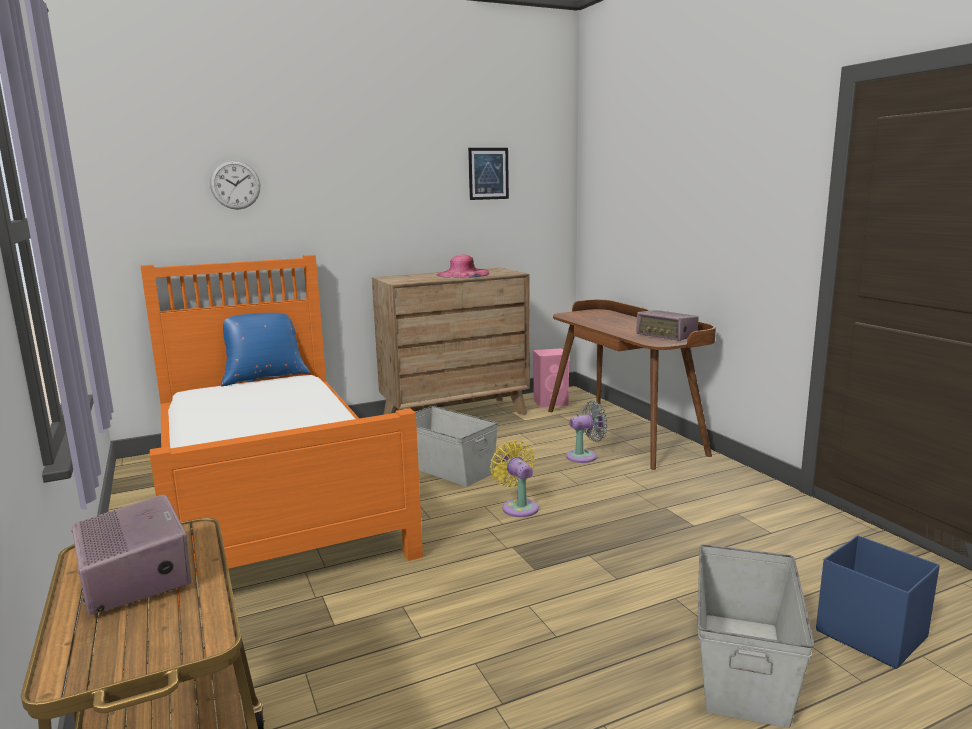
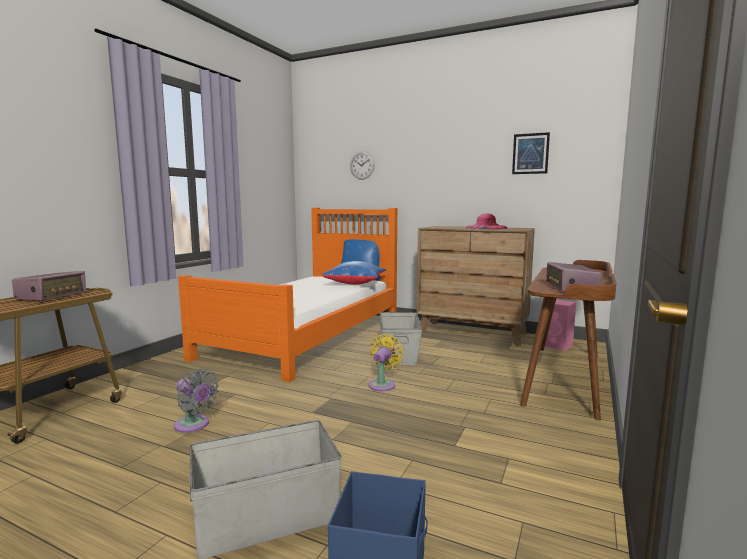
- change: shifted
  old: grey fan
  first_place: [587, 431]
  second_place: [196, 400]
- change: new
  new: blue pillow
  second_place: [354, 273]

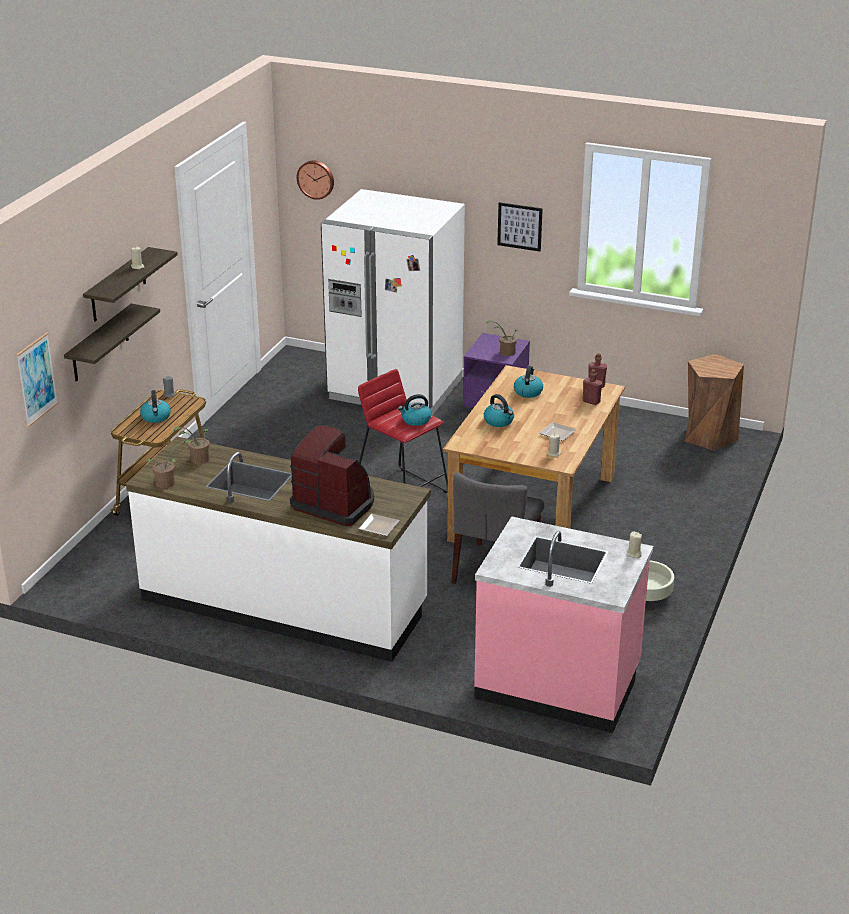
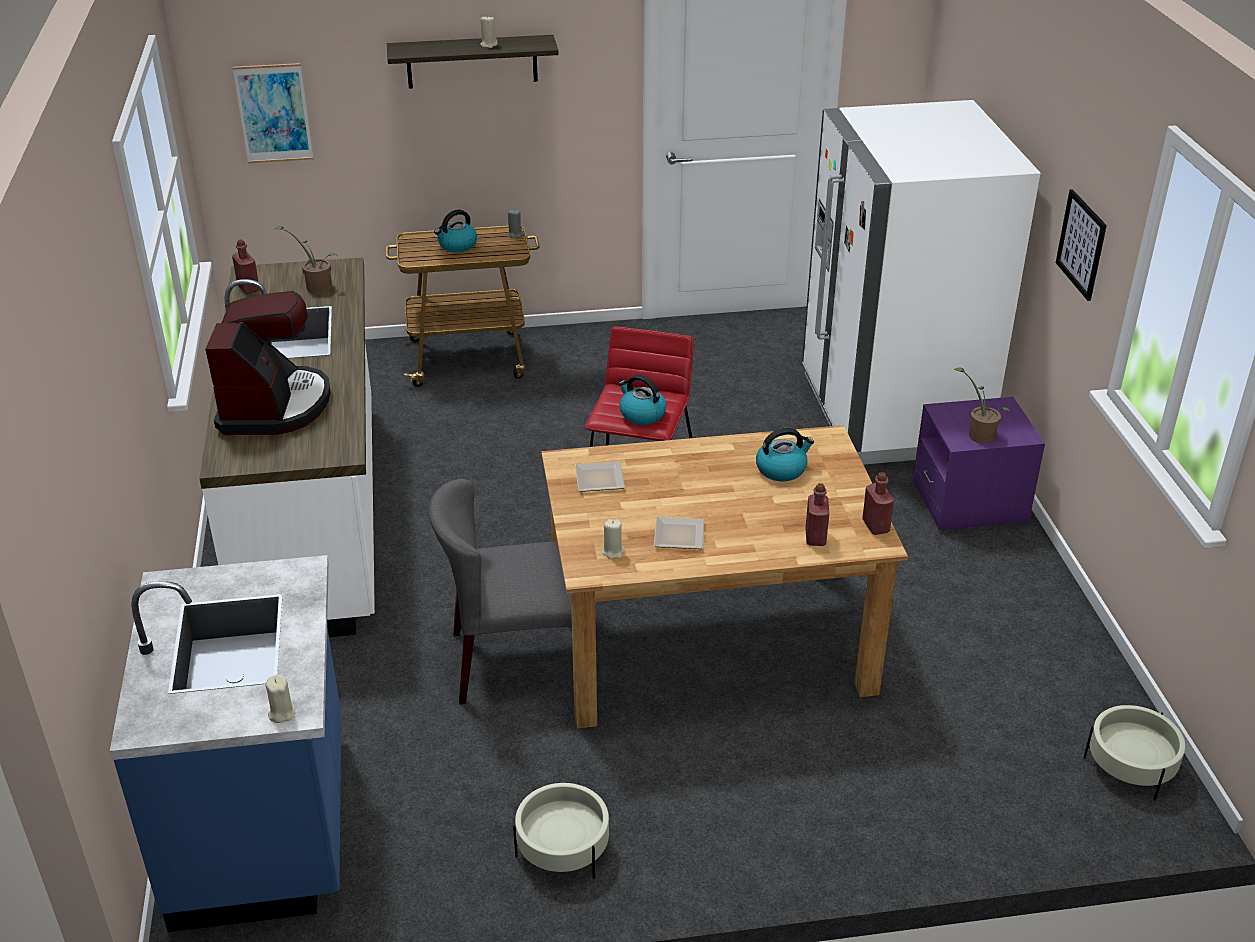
- change: gone
  old: shelf
  first_place: [112, 343]
- change: swapped
  old: houseplant
  new: reddish bottle
  first_place: [169, 464]
  second_place: [245, 267]
- change: gone
  old: clock on the wall
  first_place: [315, 180]
- change: shifted
  old: plate
  first_place: [379, 525]
  second_place: [600, 476]
- change: repainted
  old: pinkish counter
  new: blue counter
  first_place: [563, 624]
  second_place: [225, 743]
- change: gone
  old: tea kettle
  first_place: [499, 410]
- change: swapped
  old: brownish stool
  new: sand-coloured plant pot
  first_place: [714, 402]
  second_place: [1134, 753]

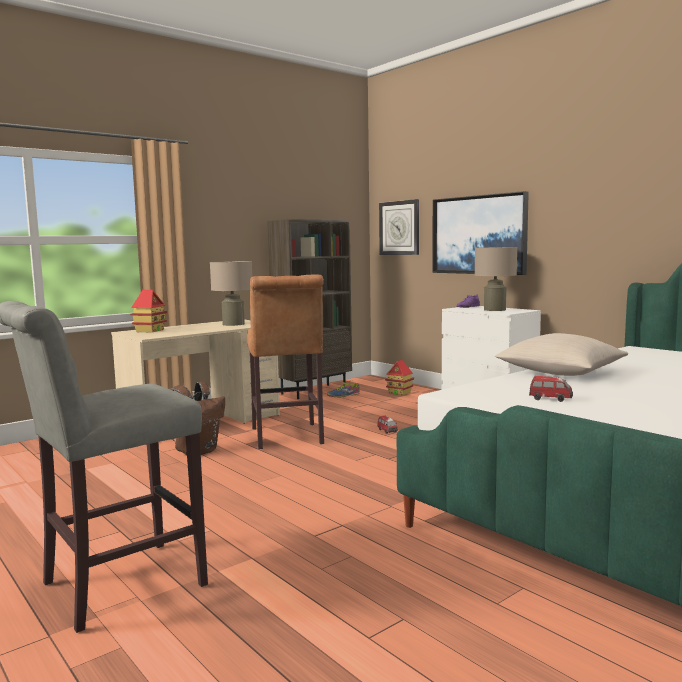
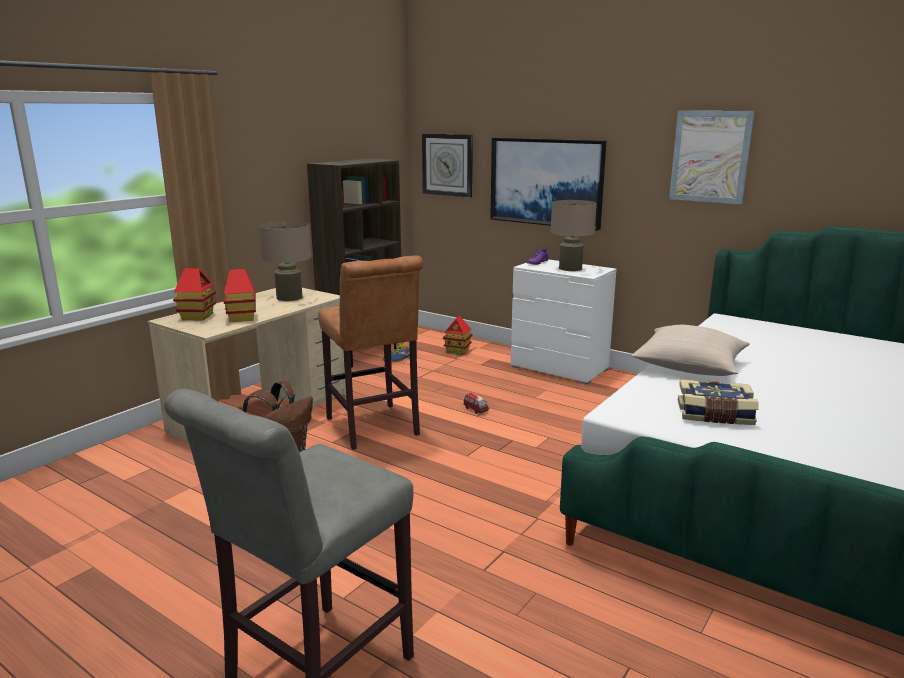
- change: swapped
  old: model car
  new: book
  first_place: [551, 389]
  second_place: [718, 402]
- change: new
  new: model house
  second_place: [240, 295]
- change: new
  new: picture
  second_place: [711, 157]

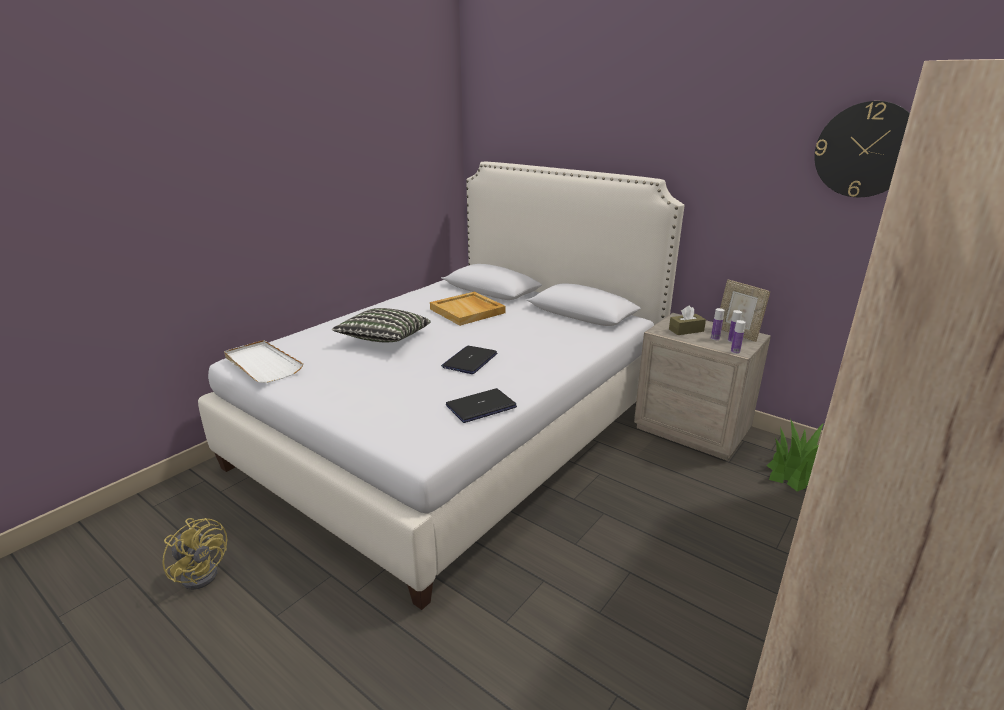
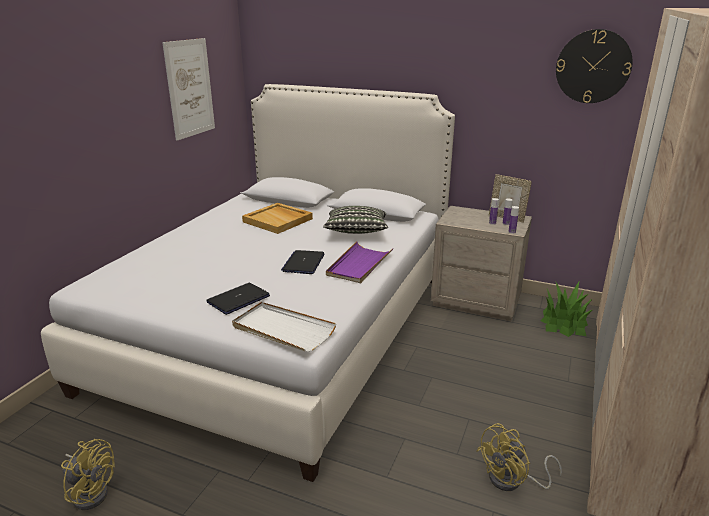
- change: shifted
  old: whitish carrying tray
  first_place: [263, 361]
  second_place: [284, 327]
- change: shifted
  old: pillow
  first_place: [381, 325]
  second_place: [355, 220]
- change: shifted
  old: laptop
  first_place: [481, 405]
  second_place: [238, 299]
- change: gone
  old: brownish tissue box
  first_place: [687, 320]
- change: new
  new: picture
  second_place: [188, 89]
- change: new
  new: purple carrying tray
  second_place: [359, 262]
- change: new
  new: yellow fan
  second_place: [519, 457]

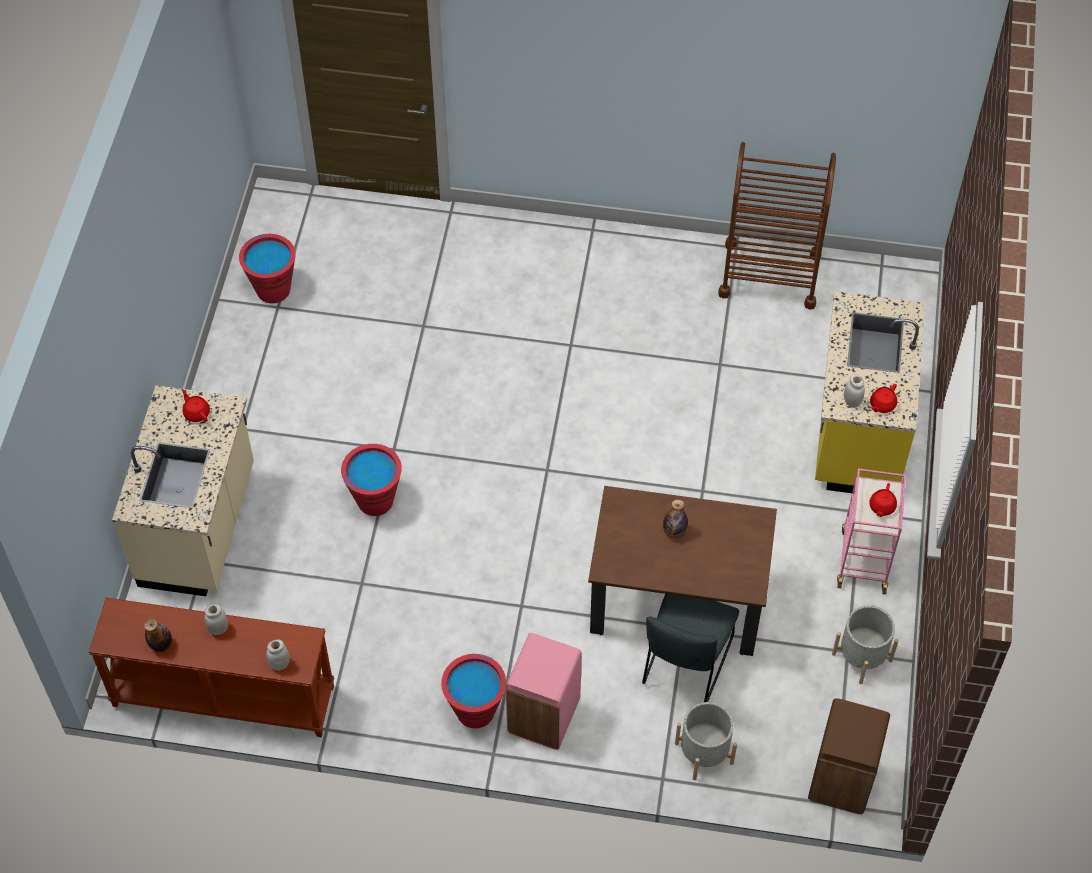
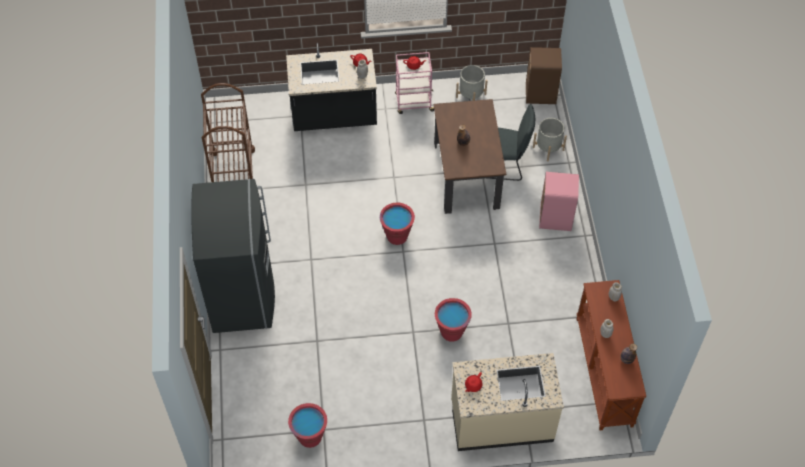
- change: shifted
  old: reddish pail
  first_place: [473, 691]
  second_place: [397, 224]
- change: repainted
  old: yellow counter
  new: blackish counter
  first_place: [870, 392]
  second_place: [331, 87]
- change: new
  new: grey kitchen fridge
  second_place: [233, 256]

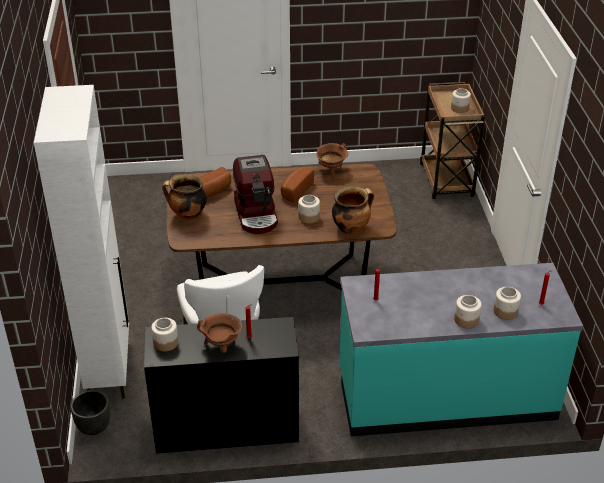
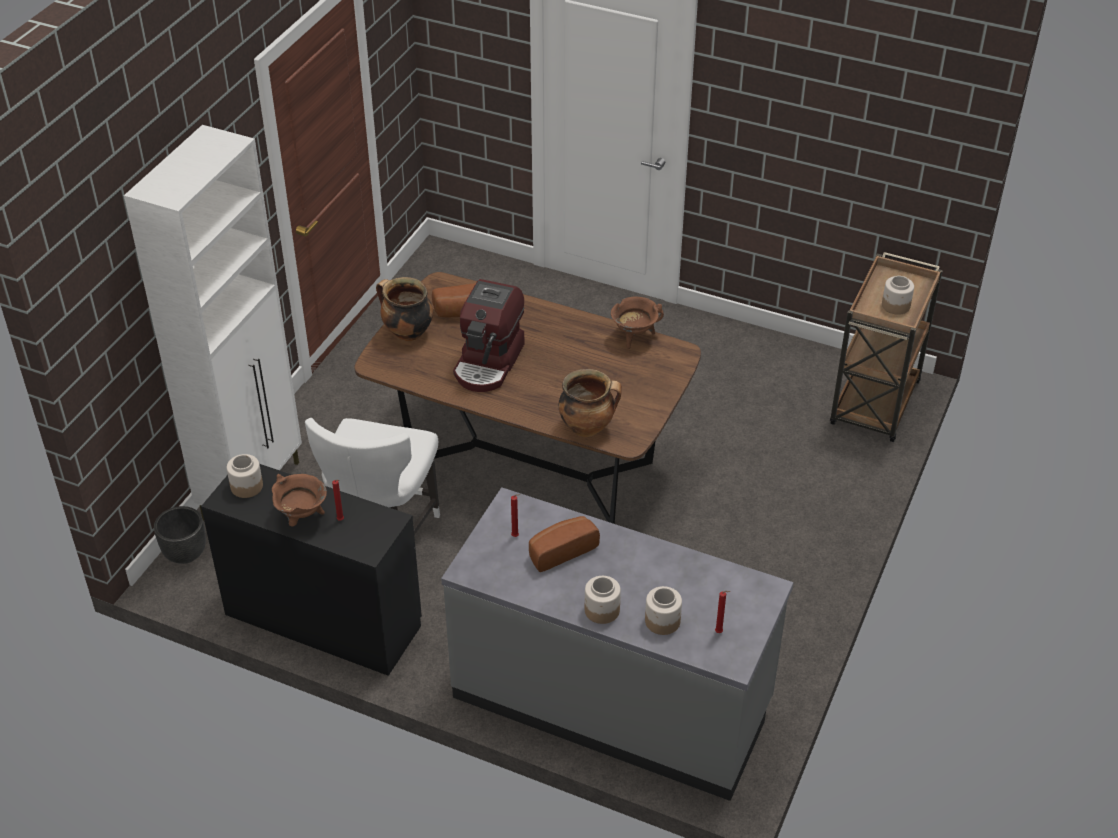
- change: shifted
  old: bakery bread
  first_place: [297, 185]
  second_place: [564, 544]
- change: gone
  old: jar
  first_place: [309, 209]
- change: repainted
  old: turquoise-coloured counter
  new: grey counter
  first_place: [461, 349]
  second_place: [617, 644]

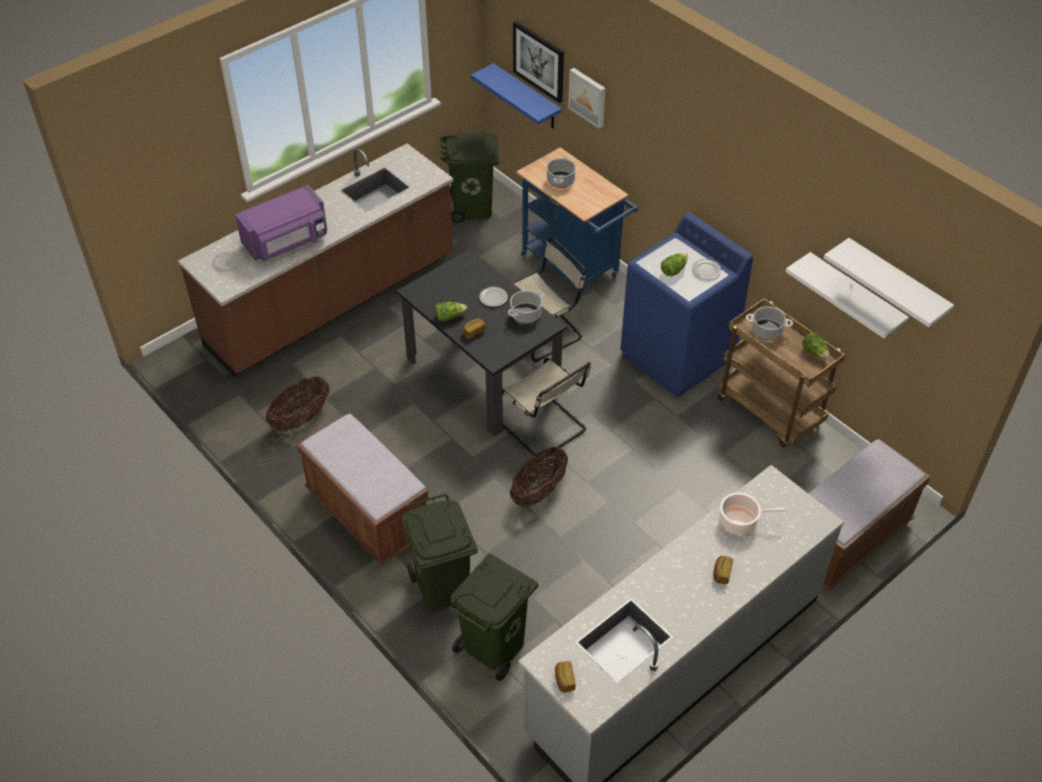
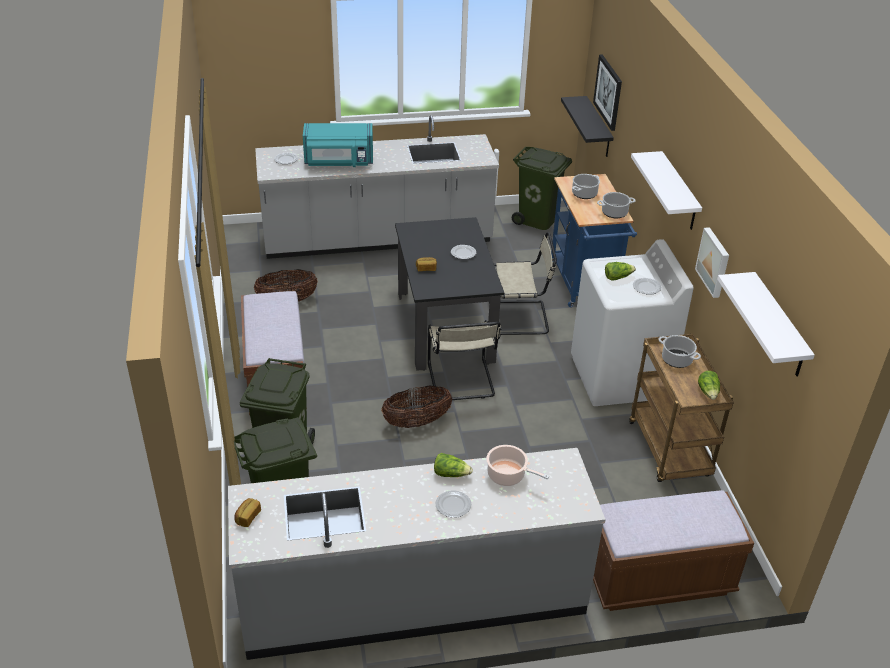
- change: repainted
  old: brownish counter
  new: grey counter
  first_place: [315, 260]
  second_place: [377, 187]
- change: repainted
  old: purple microwave
  new: turquoise-coloured microwave
  first_place: [281, 223]
  second_place: [338, 145]
- change: shifted
  old: lettuce head
  first_place: [451, 311]
  second_place: [453, 465]
- change: repainted
  old: blue shelf
  new: blackish shelf
  first_place: [516, 95]
  second_place: [587, 126]
- change: shifted
  old: stockpot
  first_place: [526, 307]
  second_place: [616, 205]
- change: shifted
  old: picture
  first_place: [587, 98]
  second_place: [712, 262]
- change: repainted
  old: blue washing machine
  new: whitish washing machine
  first_place: [687, 304]
  second_place: [632, 322]
- change: swapped
  old: bakery bread
  new: plate
  first_place: [723, 570]
  second_place: [453, 504]
- change: shifted
  old: whitish shelf
  first_place: [847, 295]
  second_place: [666, 190]

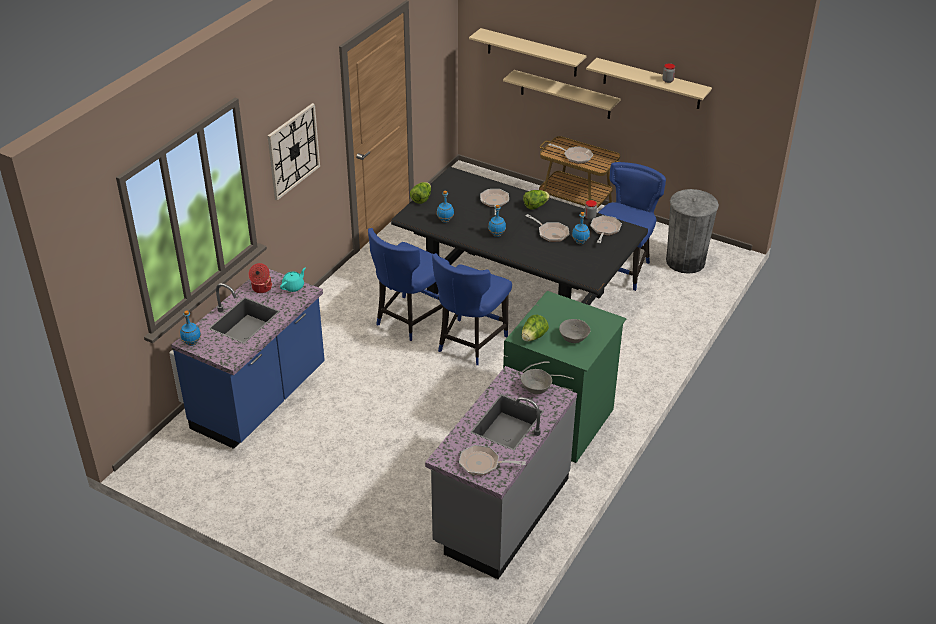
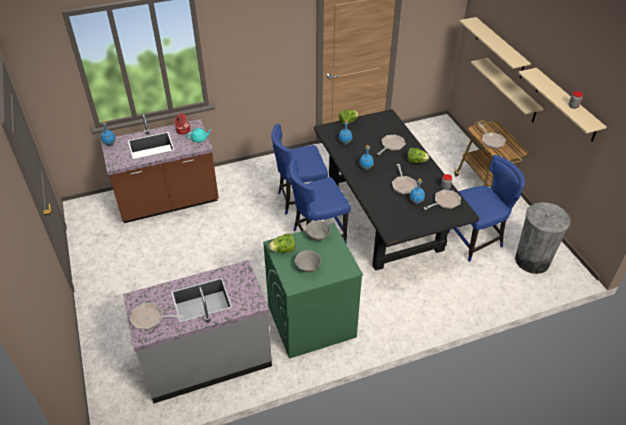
- change: repainted
  old: blue counter
  new: brownish counter
  first_place: [248, 359]
  second_place: [160, 168]
- change: gone
  old: clock on the wall
  first_place: [294, 151]
- change: rotated
  old: frying pan
  first_place: [492, 460]
  second_place: [156, 316]
  degrees: -45
- change: shifted
  old: grey bowl
  first_place: [536, 381]
  second_place: [318, 231]

